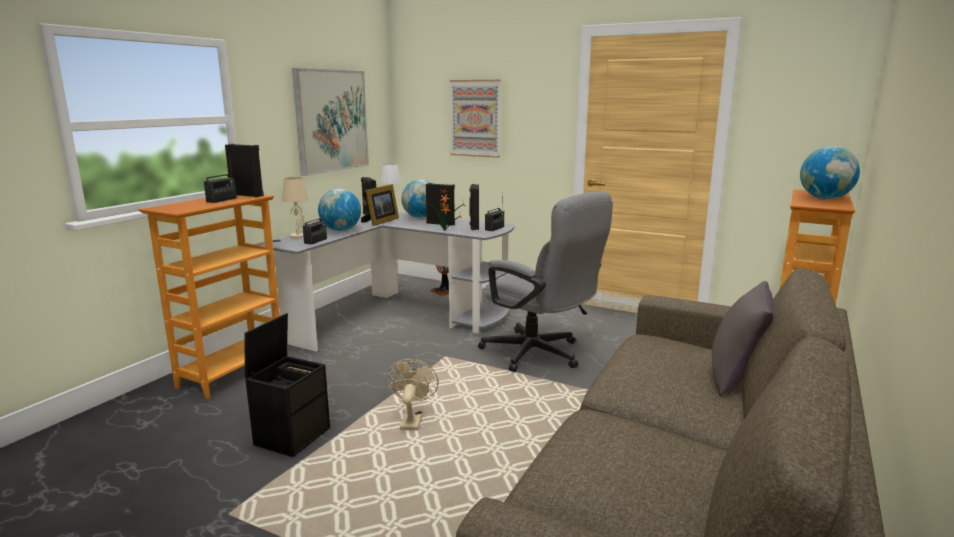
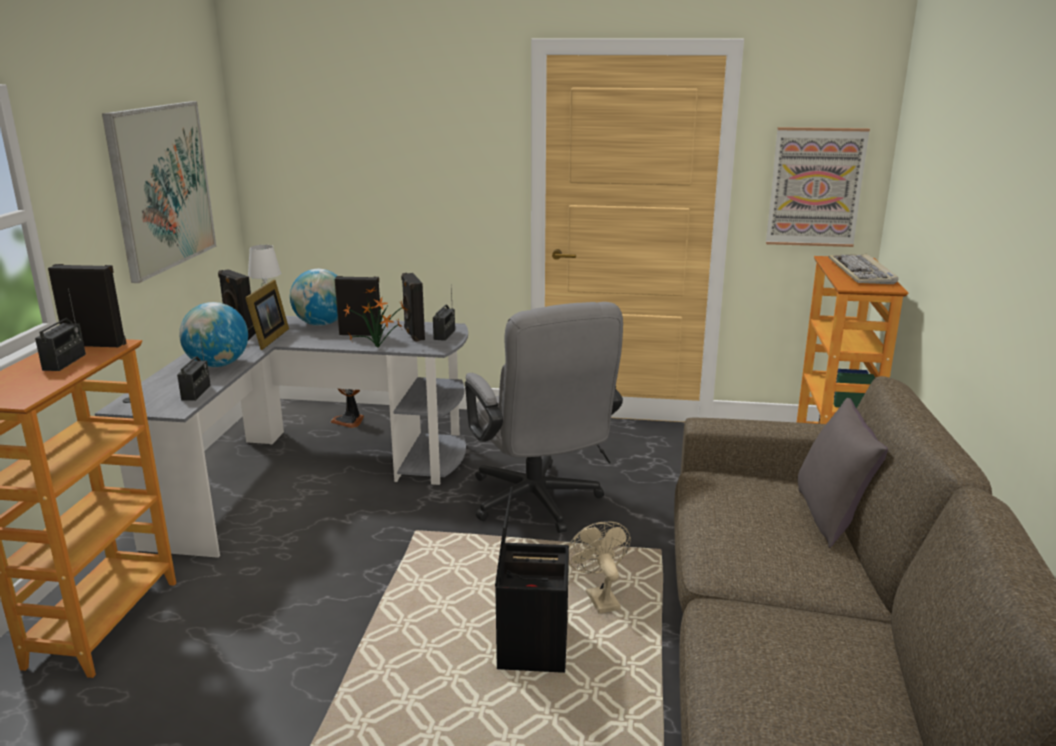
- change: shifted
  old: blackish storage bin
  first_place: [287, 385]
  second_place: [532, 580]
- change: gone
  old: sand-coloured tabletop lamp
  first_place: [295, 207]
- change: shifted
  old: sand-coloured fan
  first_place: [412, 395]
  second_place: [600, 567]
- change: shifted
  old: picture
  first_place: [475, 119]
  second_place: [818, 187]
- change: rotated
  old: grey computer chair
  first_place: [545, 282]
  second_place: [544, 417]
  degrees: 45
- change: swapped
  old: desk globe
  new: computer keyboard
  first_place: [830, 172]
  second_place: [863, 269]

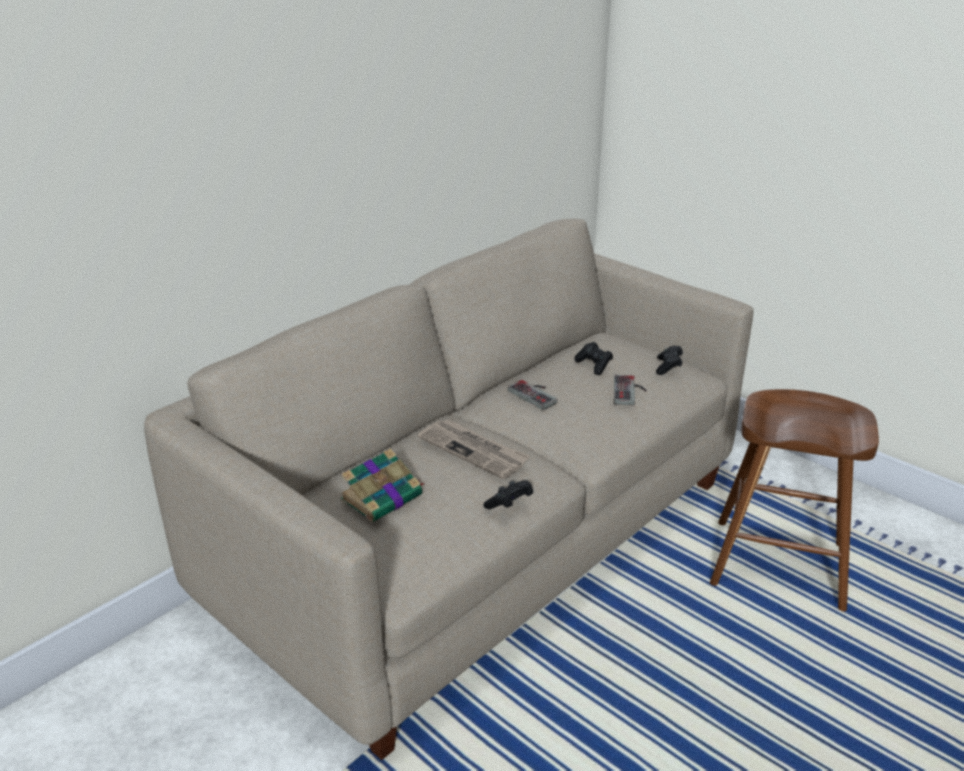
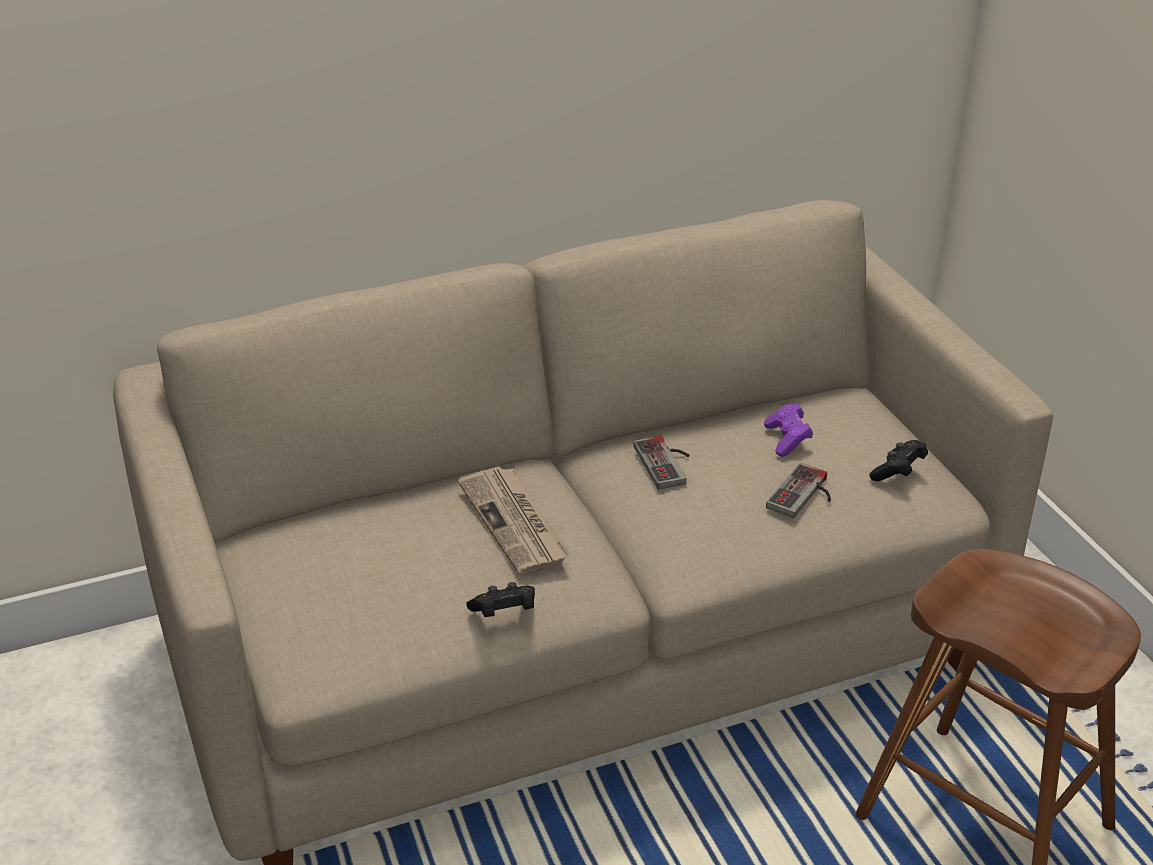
- change: gone
  old: book
  first_place: [383, 485]
- change: repainted
  old: blackish joypad
  new: purple joypad
  first_place: [593, 358]
  second_place: [788, 430]

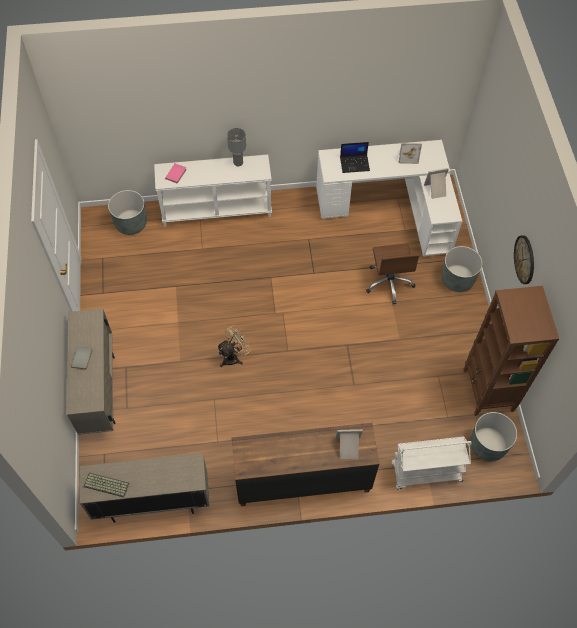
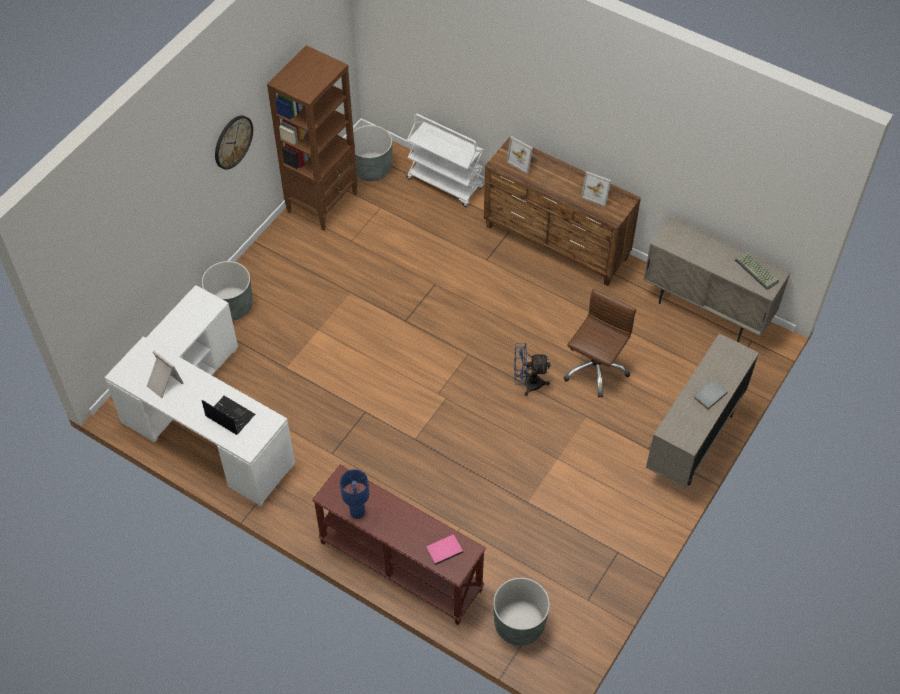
- change: repainted
  old: whitish hall table
  new: brownish hall table
  first_place: [213, 191]
  second_place: [399, 544]
- change: repainted
  old: sand-coloured fan
  new: blue fan
  first_place: [234, 346]
  second_place: [532, 369]
- change: repainted
  old: grey tabletop lamp
  new: blue tabletop lamp
  first_place: [236, 147]
  second_place: [354, 494]
- change: shifted
  old: brownish computer chair
  first_place: [393, 273]
  second_place: [600, 343]
- change: shifted
  old: photo frame
  first_place: [436, 183]
  second_place: [596, 189]

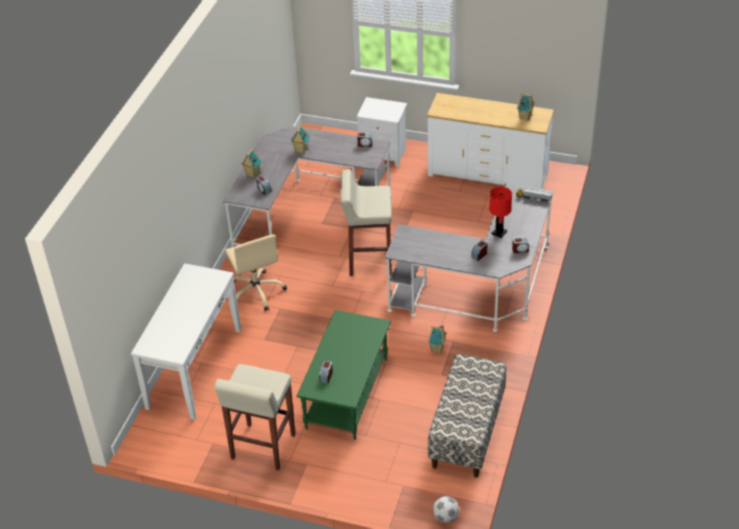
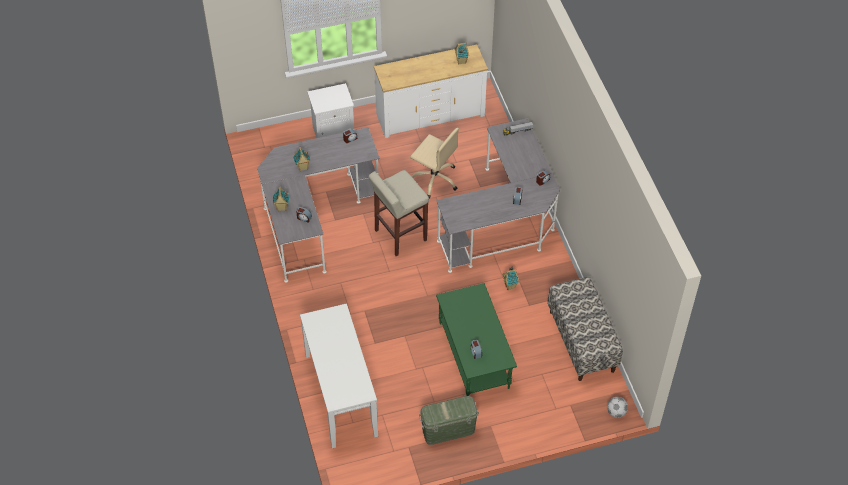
- change: swapped
  old: sand-coloured stool
  new: green storage bin
  first_place: [254, 417]
  second_place: [449, 420]
- change: shifted
  old: sand-coloured computer chair
  first_place: [256, 272]
  second_place: [434, 163]
- change: gone
  old: reddish tabletop lamp
  first_place: [500, 212]

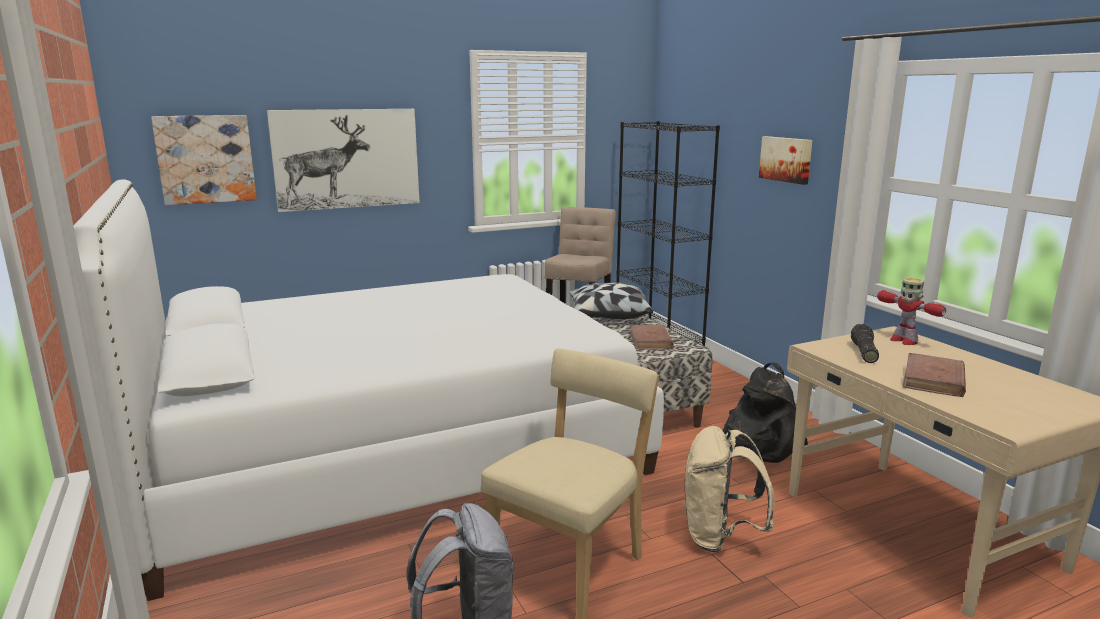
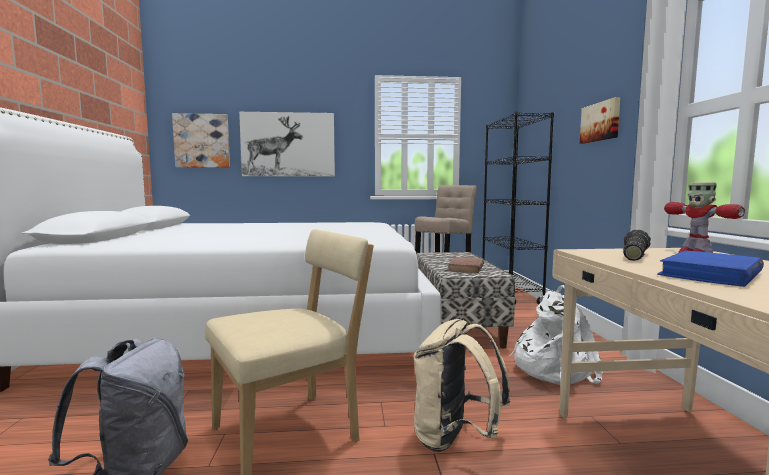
- change: gone
  old: pillow
  first_place: [611, 301]
- change: repainted
  old: blackish knapsack
  new: whitish knapsack
  first_place: [765, 412]
  second_place: [556, 335]
- change: repainted
  old: brownish book
  new: blue book
  first_place: [934, 375]
  second_place: [710, 268]

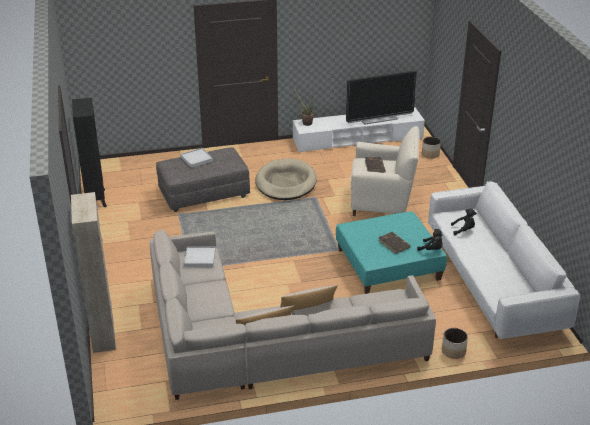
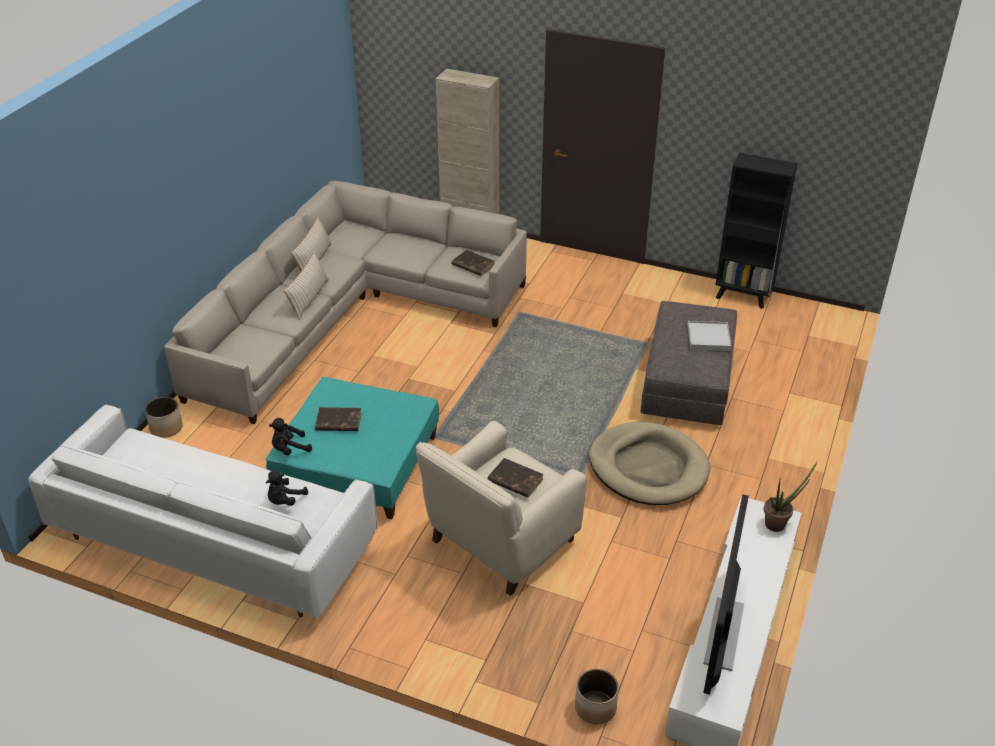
- change: swapped
  old: whitish carrying tray
  new: brownish book
  first_place: [199, 256]
  second_place: [473, 263]

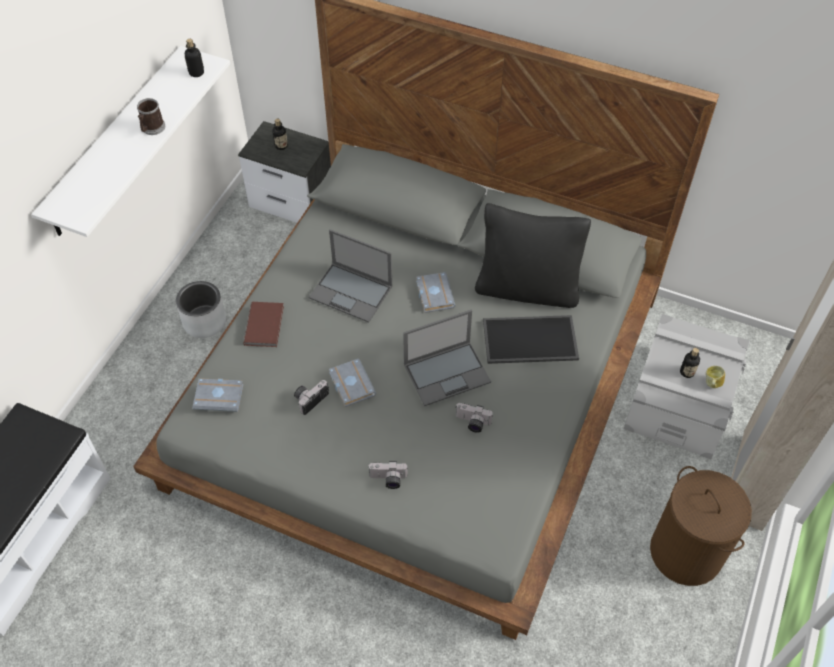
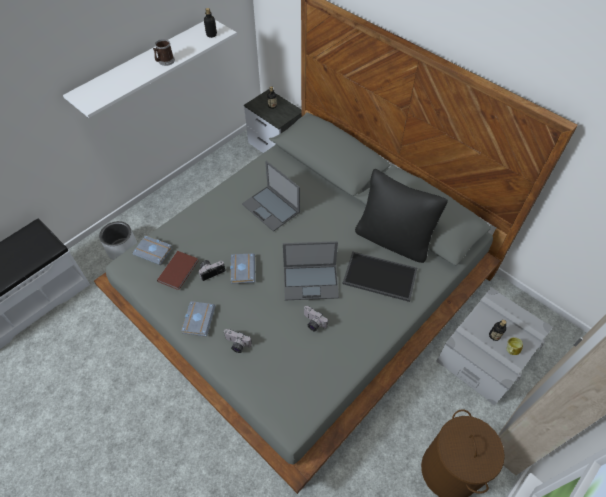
- change: shifted
  old: grey plant pot
  first_place: [201, 309]
  second_place: [118, 240]
- change: shifted
  old: brownish book
  first_place: [263, 324]
  second_place: [177, 270]
- change: shifted
  old: grey book
  first_place: [435, 292]
  second_place: [198, 319]

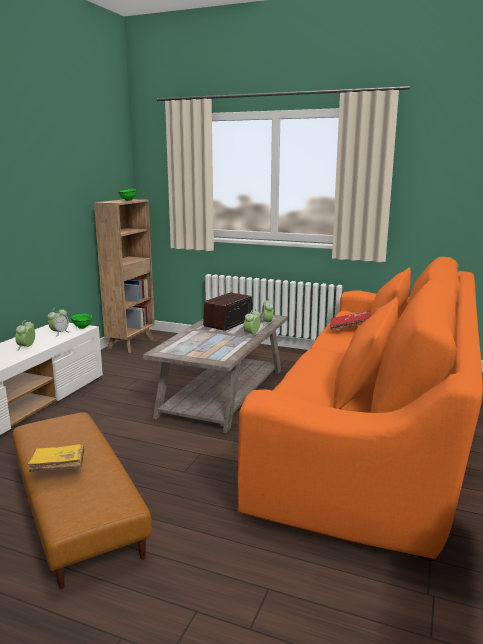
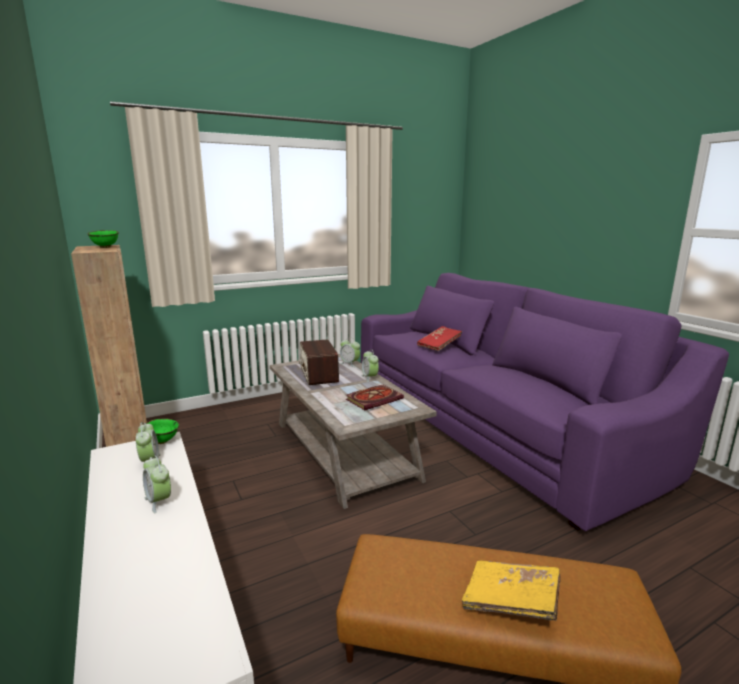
- change: repainted
  old: orange-coloured sofa
  new: purple sofa
  first_place: [360, 409]
  second_place: [545, 402]
- change: new
  new: book
  second_place: [375, 397]

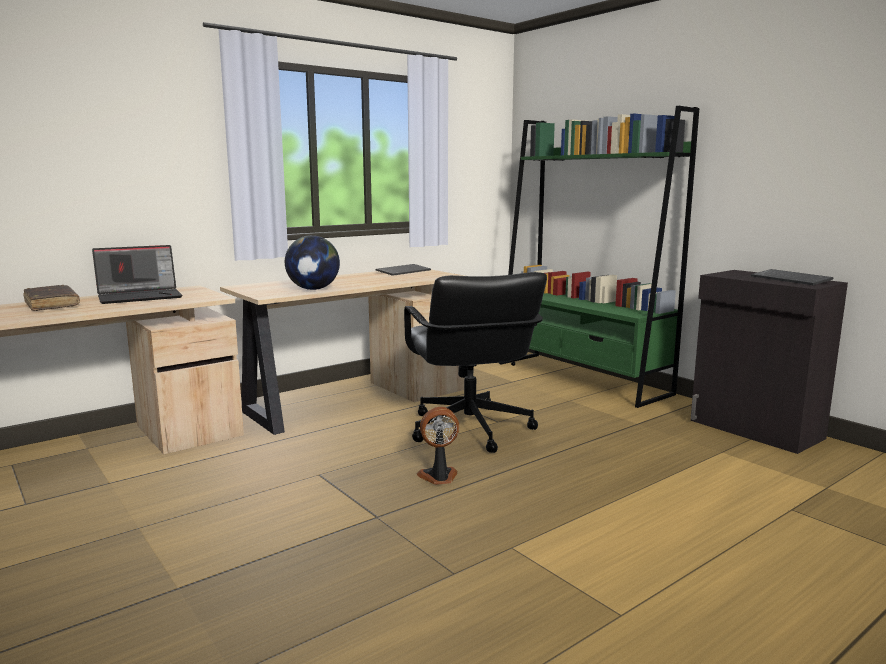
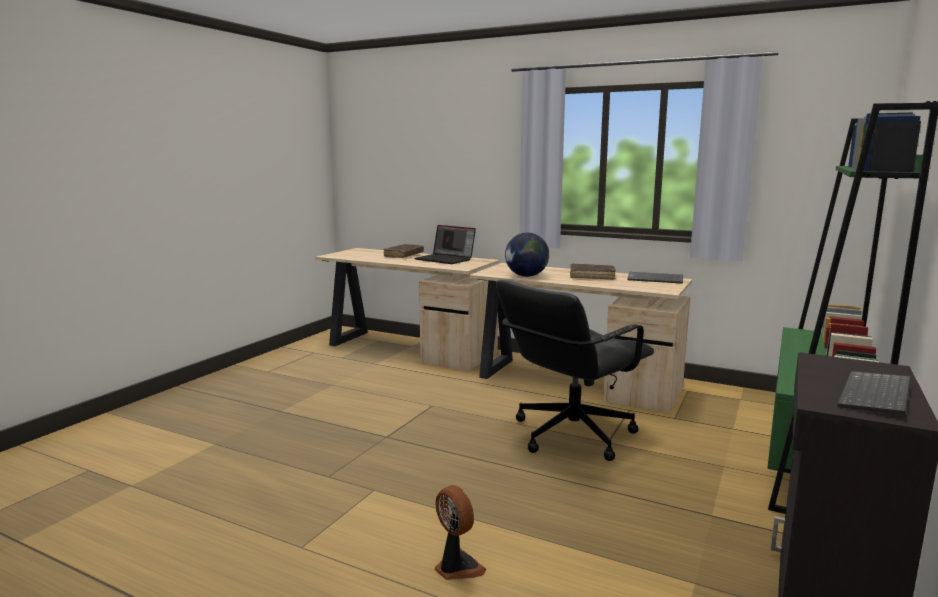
- change: shifted
  old: fan
  first_place: [438, 446]
  second_place: [461, 532]
- change: new
  new: brownish book
  second_place: [593, 271]

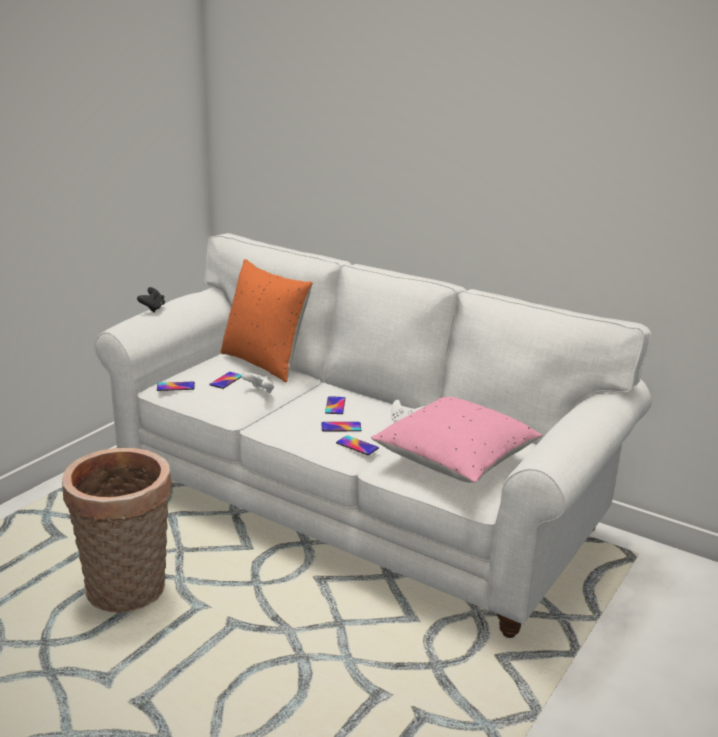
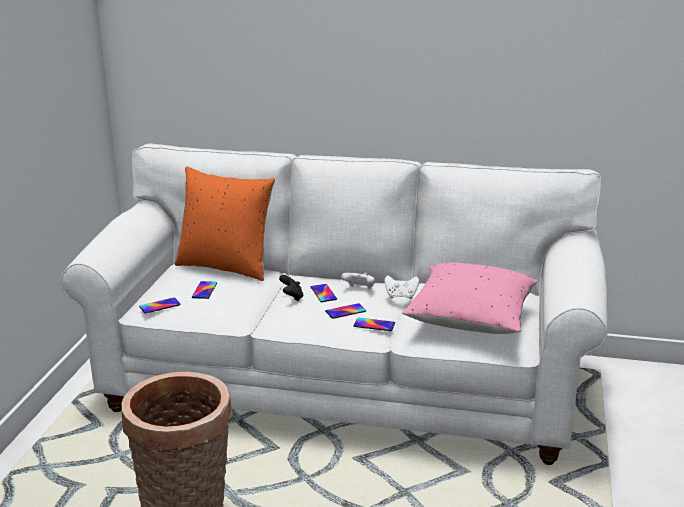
- change: shifted
  old: blackish joypad
  first_place: [151, 299]
  second_place: [291, 288]
- change: shifted
  old: whitish joypad
  first_place: [257, 382]
  second_place: [358, 281]

